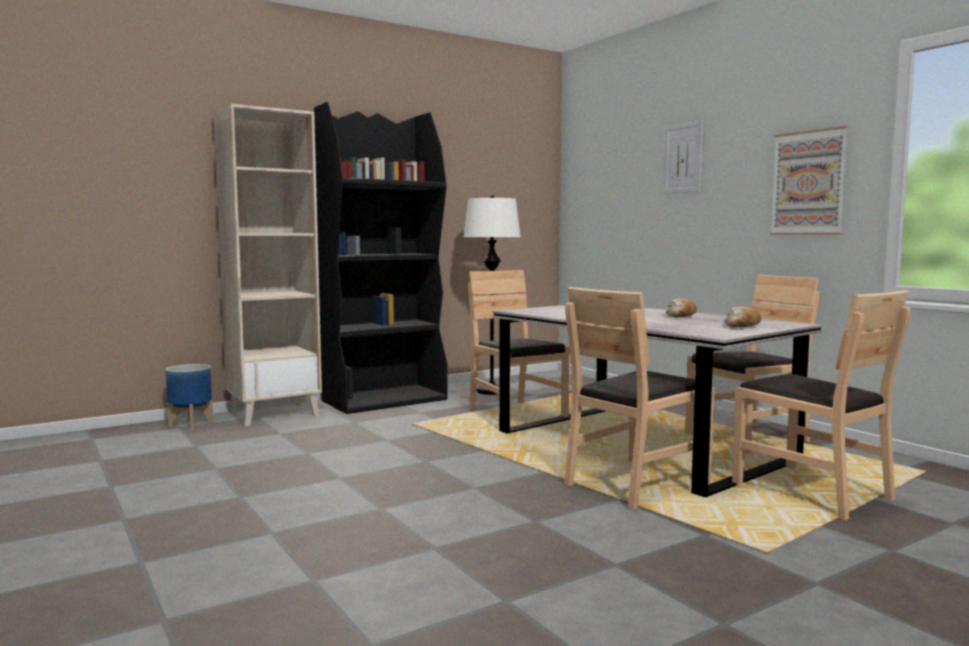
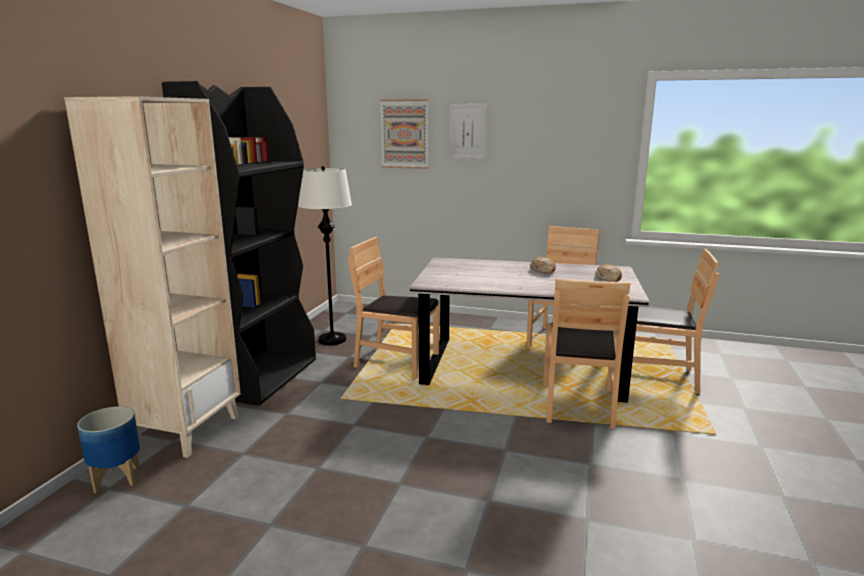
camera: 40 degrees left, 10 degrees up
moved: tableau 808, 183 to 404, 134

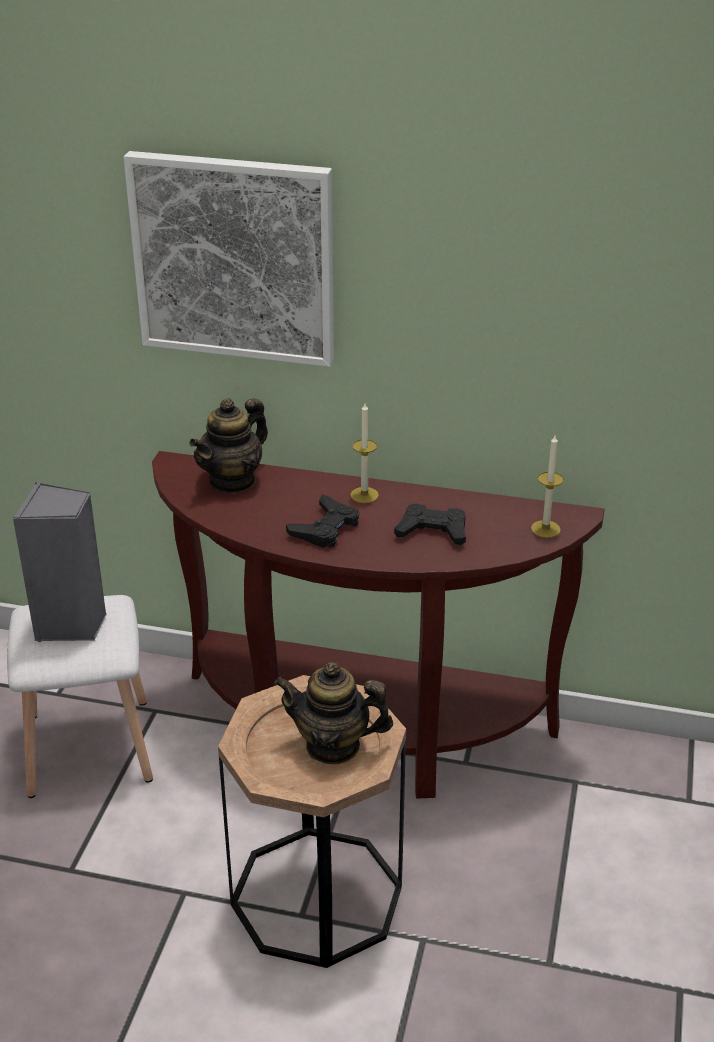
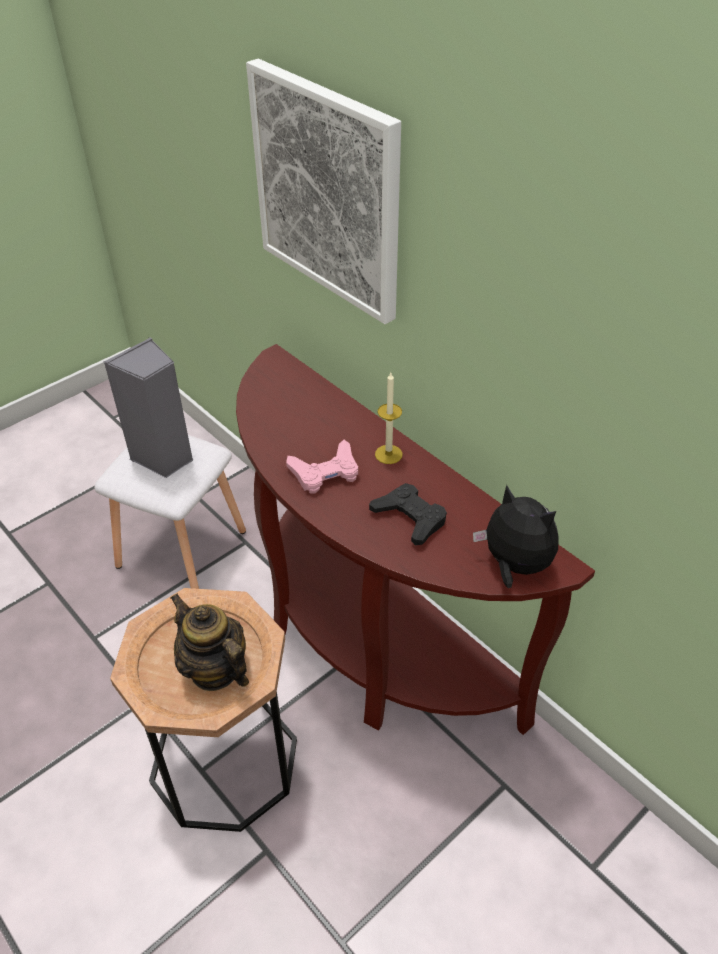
camera: 35 degrees right, 10 degrees up
removed: théière 233, 480
replaced: bougie 545, 529 to peluche 514, 566
recoloured: manette (noir) 325, 528 to manette (rose) 325, 472

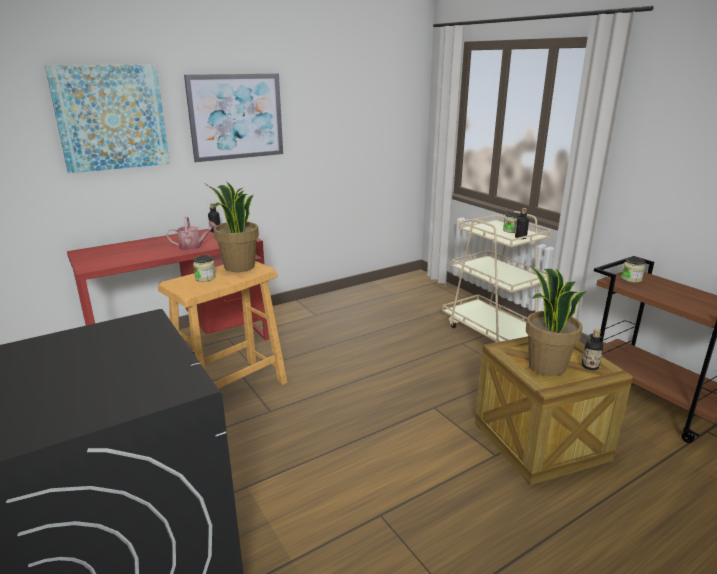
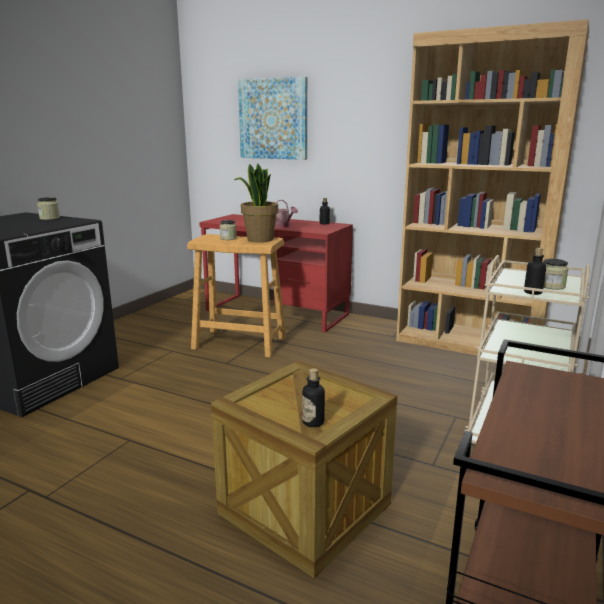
camera: 60 degrees right, 5 degrees down
removed: tableau 236, 117; plante en pot 546, 366
added: bibliothèque (marron) 468, 343
moved: bocal 631, 279 to 49, 218

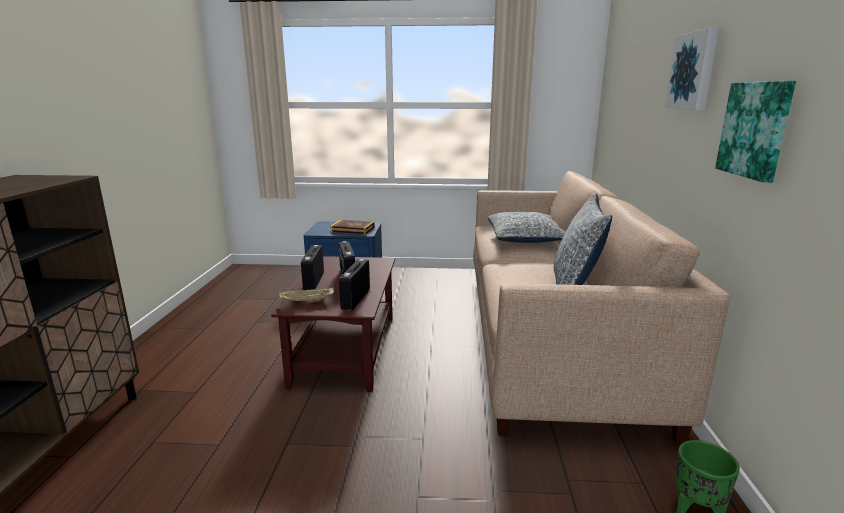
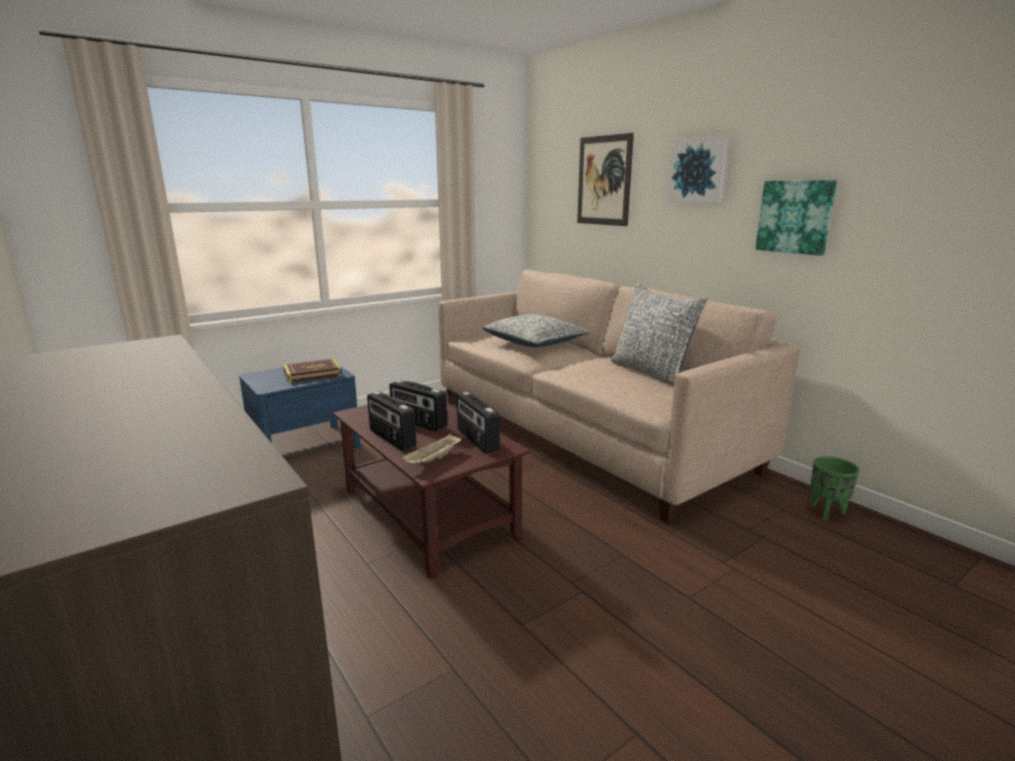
camera: 40 degrees left, 0 degrees up
added: tableau 604, 180

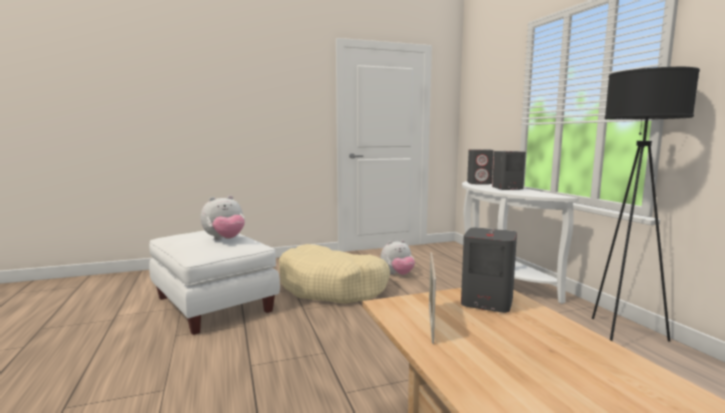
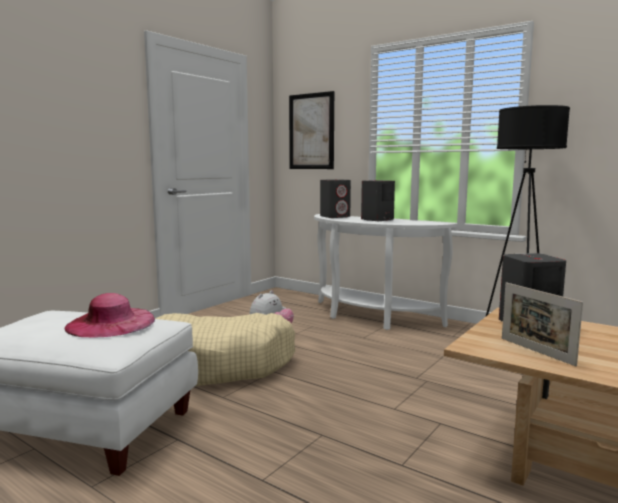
camera: 35 degrees left, 0 degrees up
added: tableau 311, 131
replaced: peluche 225, 240 to chapeau (rose) 110, 323

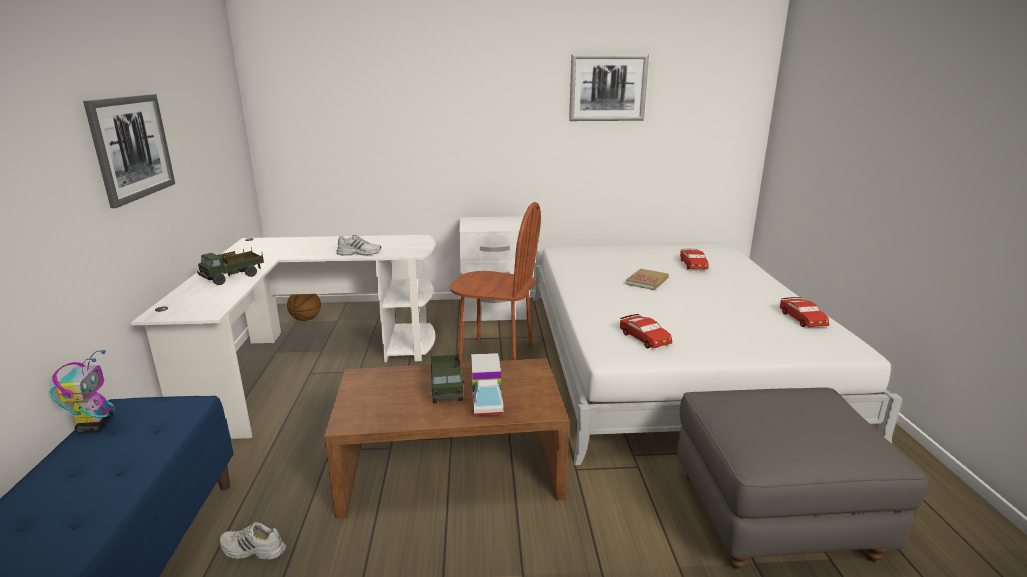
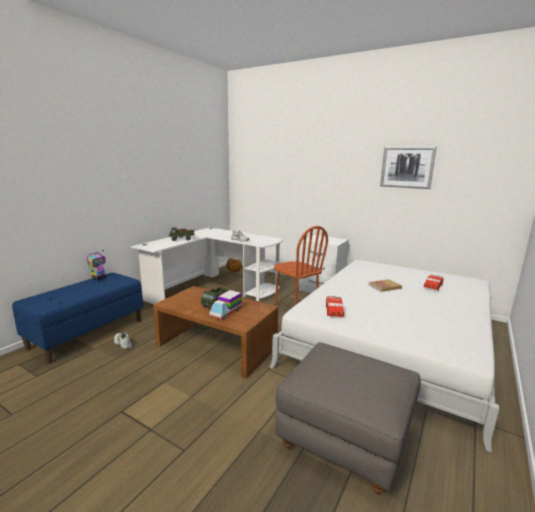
camera: 35 degrees right, 5 degrees down
removed: tableau 132, 147; petite voiture (rouge) 802, 319

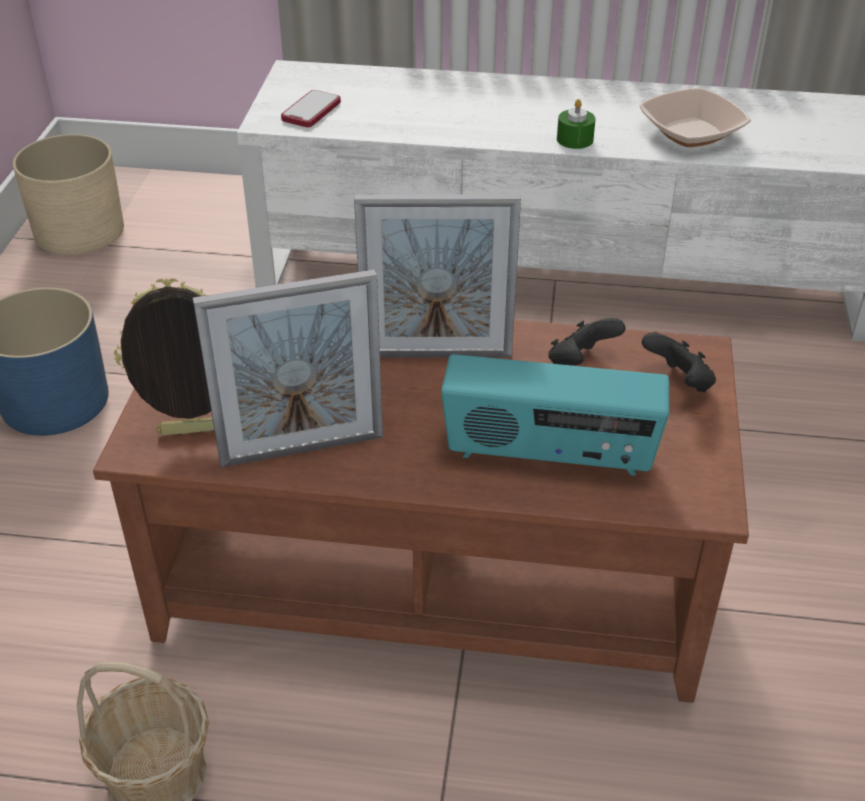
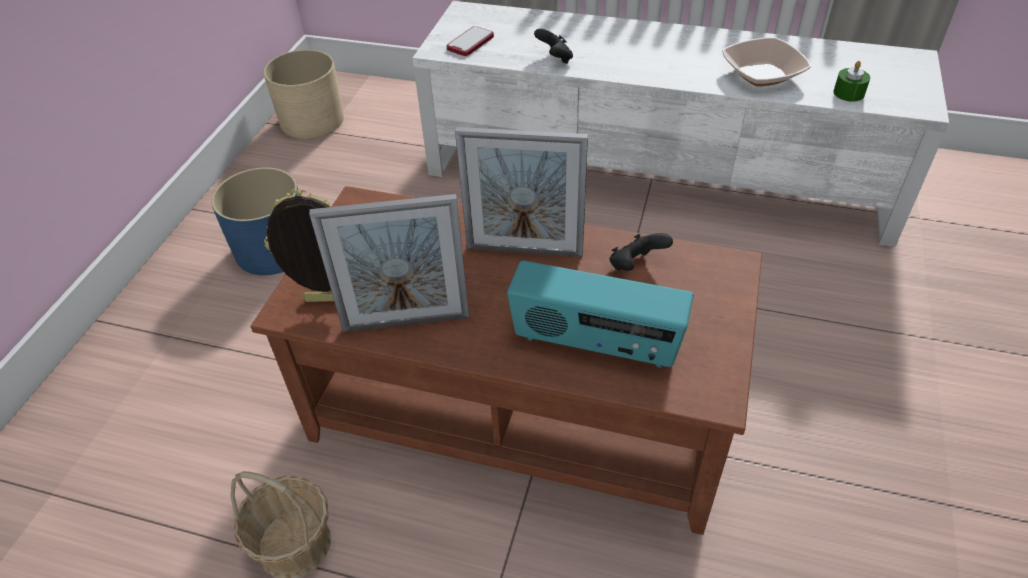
camera: 10 degrees right, 5 degrees up
moved: bougie (vert) 575, 139 to 848, 93; manette (noir) 679, 382 to 555, 59

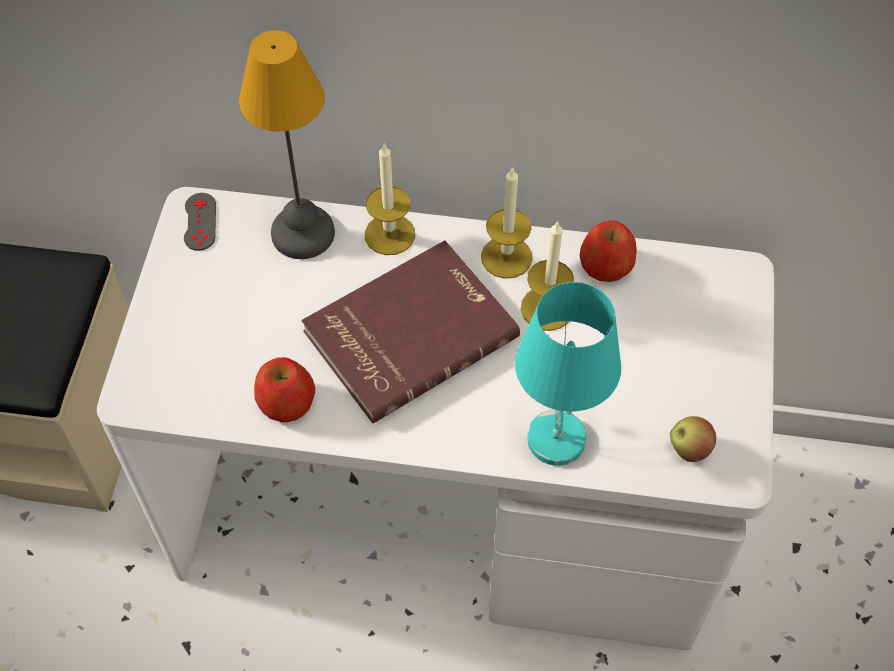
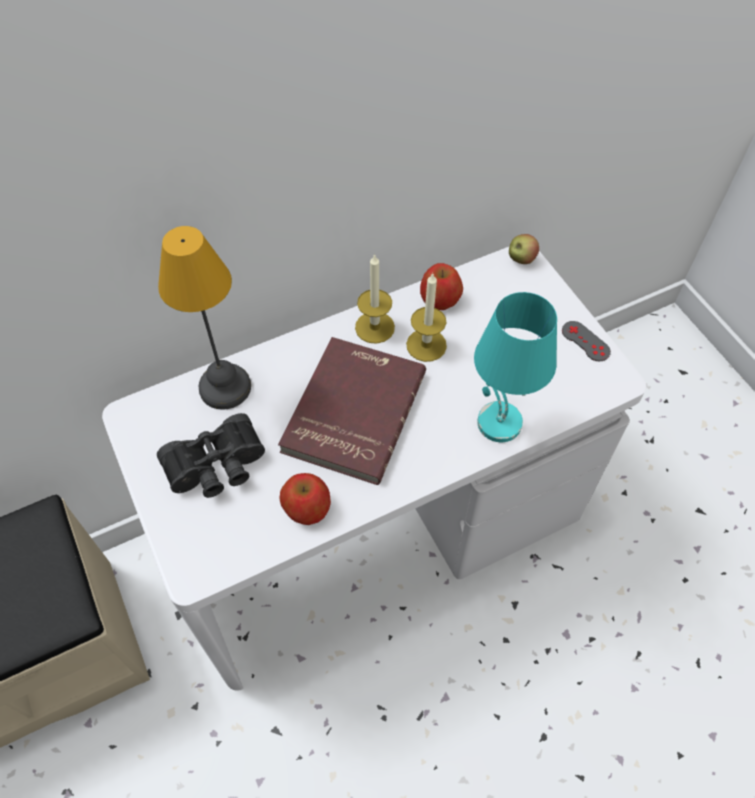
camera: 35 degrees left, 0 degrees up
removed: bougie 389, 234
added: jumelles (noir) 217, 468
moved: manette (gris) 200, 222 to 585, 341; pomme 689, 449 to 521, 259

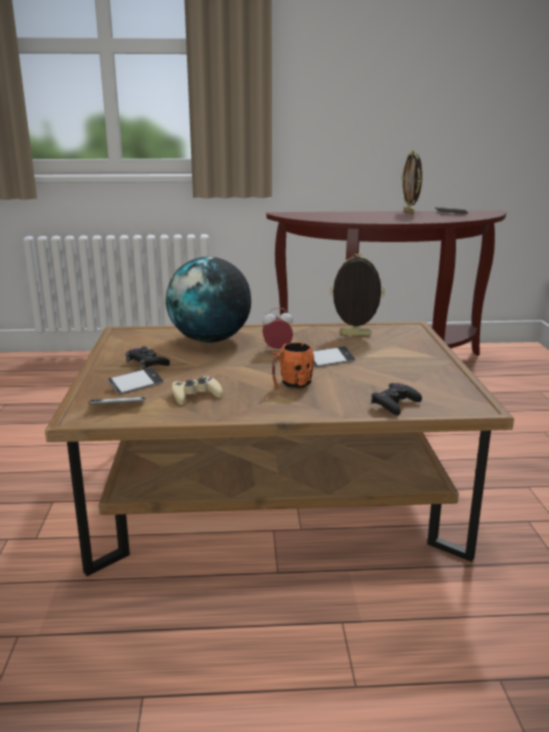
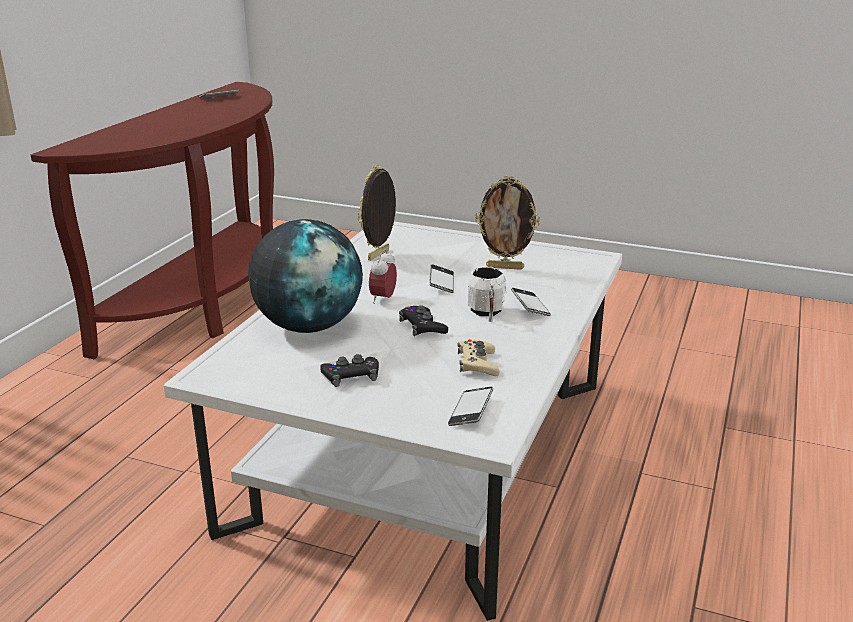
camera: 65 degrees left, 5 degrees up
moved: cadre photo 409, 212 to 505, 267; téléphone 136, 385 to 530, 306; manette (noir) 395, 404 to 422, 327
recoloured: table basse (marron) 274, 495 to table basse (blanc) 426, 453; mug (orange) 291, 384 to mug (blanc) 486, 313

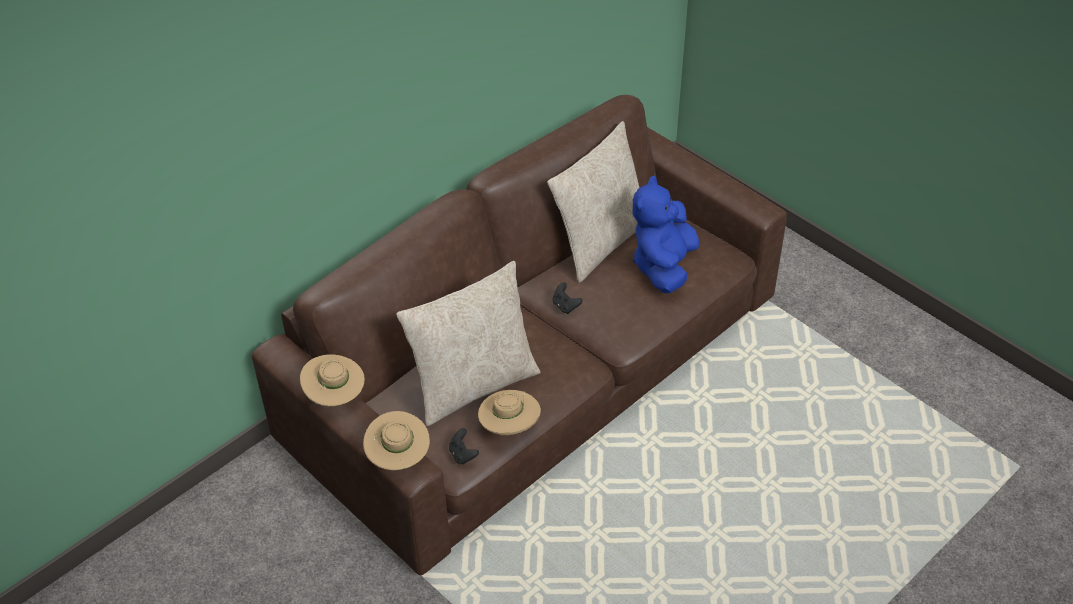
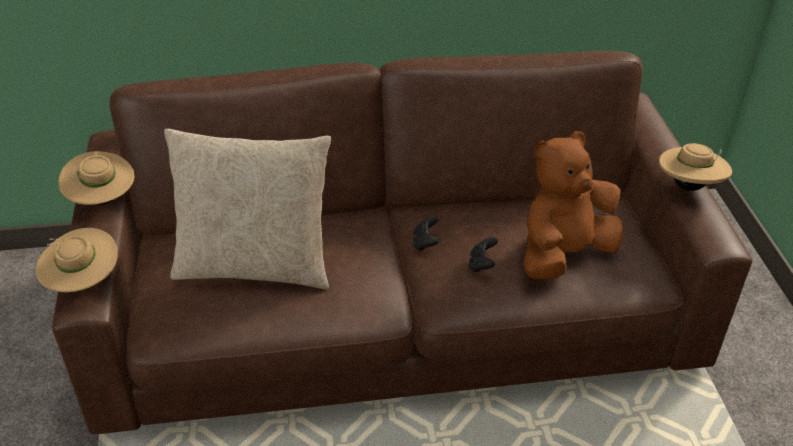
camera: 35 degrees right, 5 degrees down
removed: coussin (beige) 600, 242
moved: chapeau (beige) 509, 427 to 689, 186; manette (noir) 463, 455 to 481, 264
recoloured: peluche (bleu) 663, 266 to peluche (marron) 564, 254

